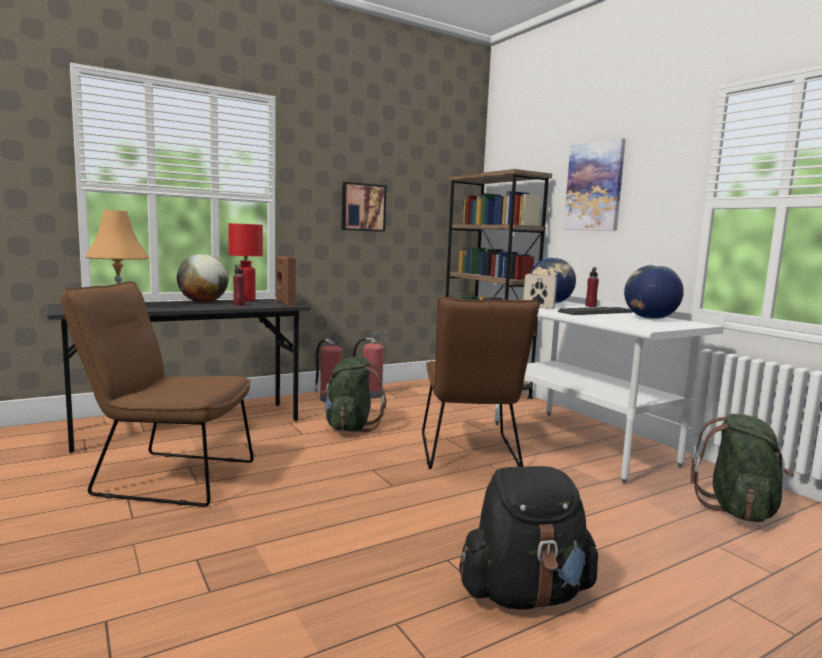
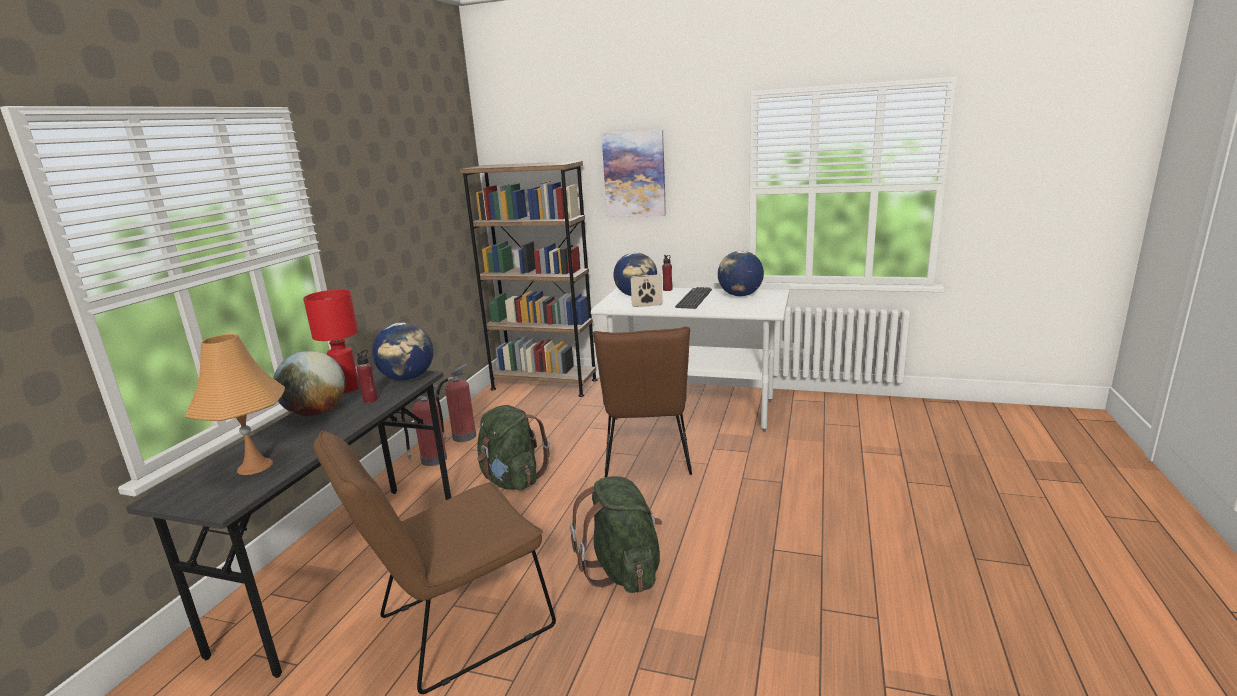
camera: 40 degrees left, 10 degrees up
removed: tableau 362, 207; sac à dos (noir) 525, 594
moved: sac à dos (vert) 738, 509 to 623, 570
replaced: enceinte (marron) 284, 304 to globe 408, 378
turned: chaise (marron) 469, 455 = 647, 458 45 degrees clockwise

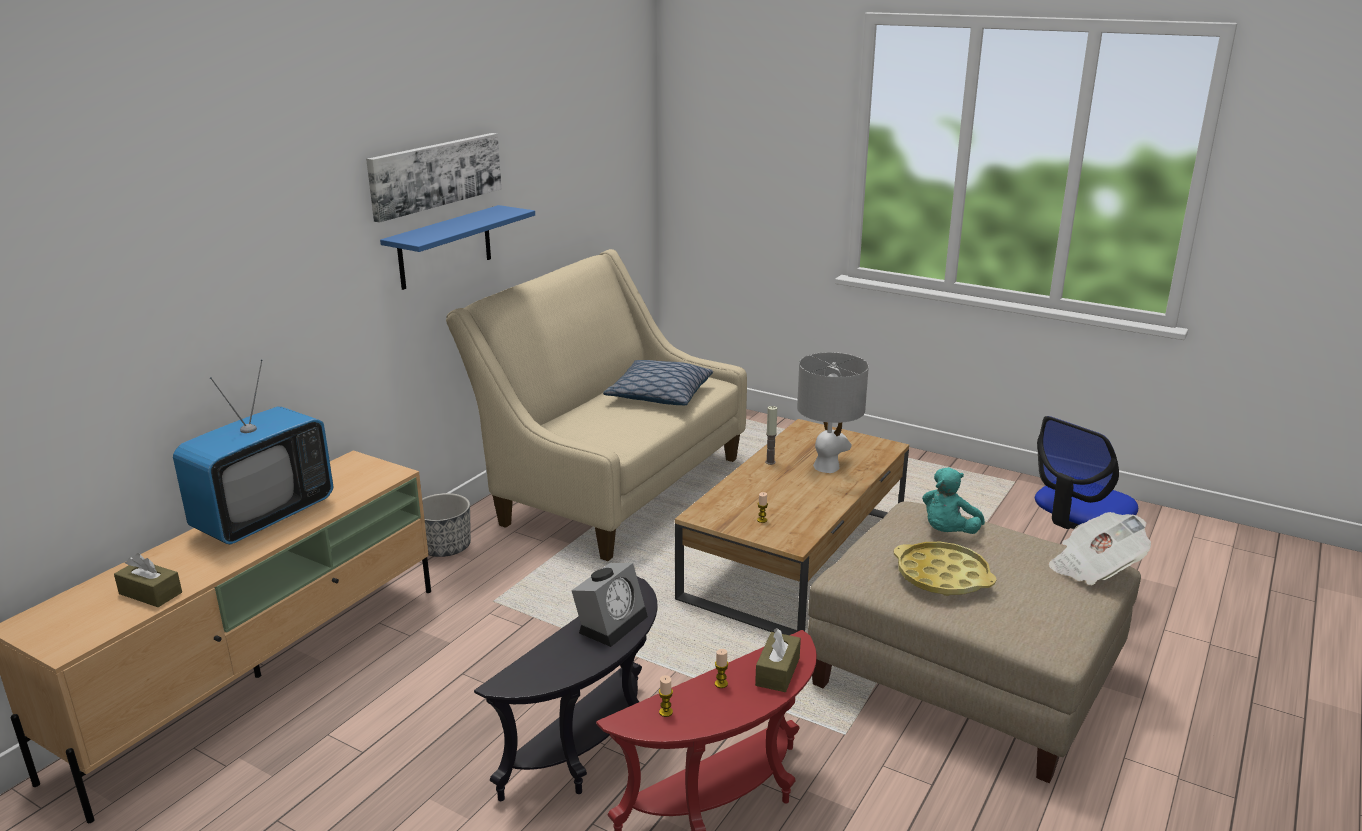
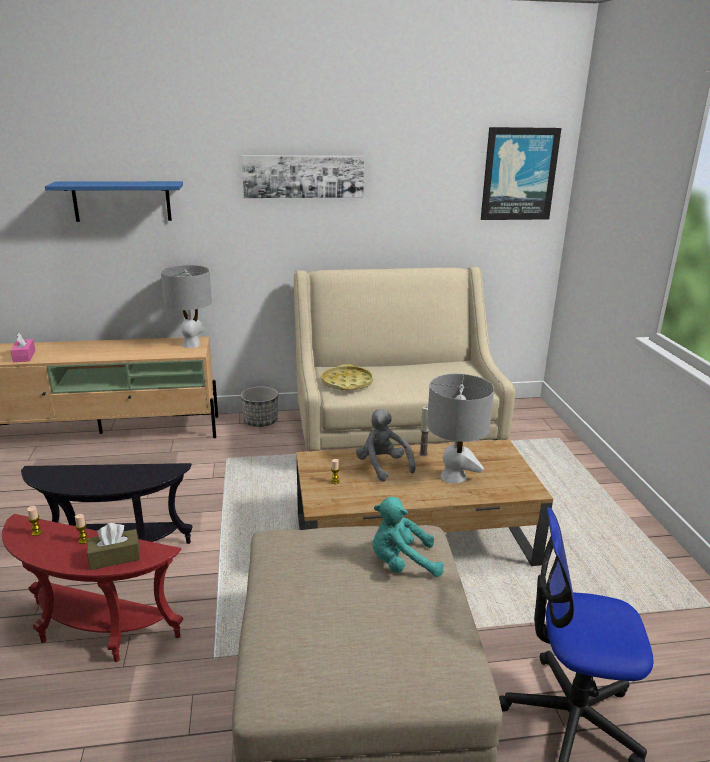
camera: 50 degrees right, 0 degrees up
removed: téléviseur 264, 517; coussin 659, 395; journal 1094, 568; réveil 612, 622
added: tableau 519, 174; lampe de table (gris) 192, 344; peluche (gris) 382, 466
moved: étagère (bleu) 445, 247 to 122, 201; plateau (jaune) 942, 576 to 347, 383
recoloured: boîte à mouchoirs (marron) 150, 593 to boîte à mouchoirs (rose) 24, 356

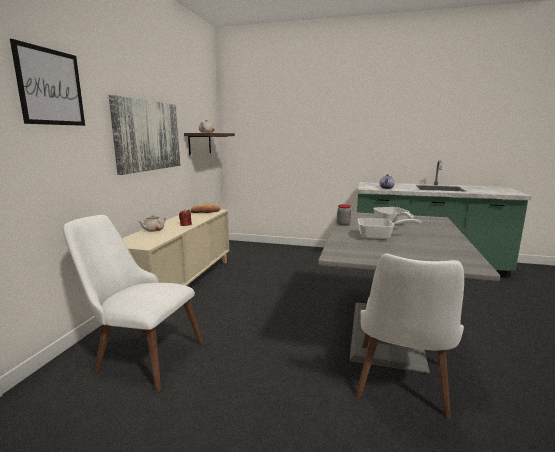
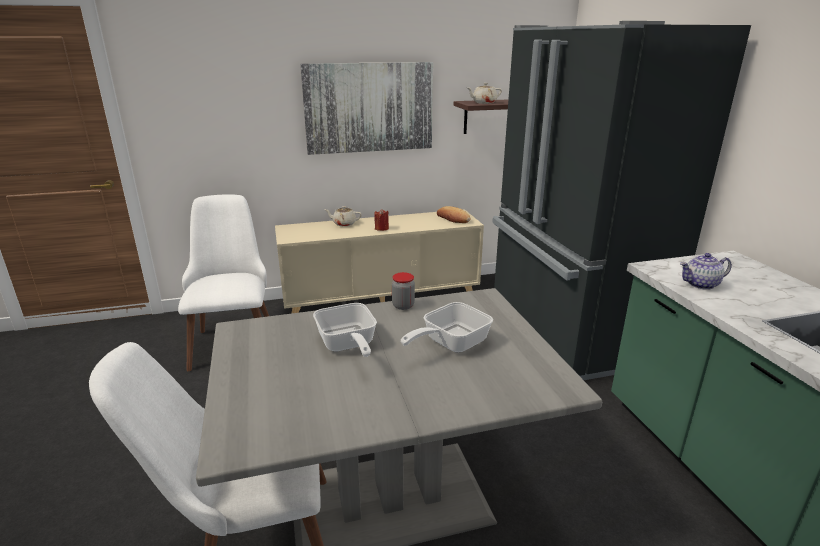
camera: 60 degrees right, 10 degrees up
removed: tableau 51, 87
added: réfrigérateur (noir) 566, 332

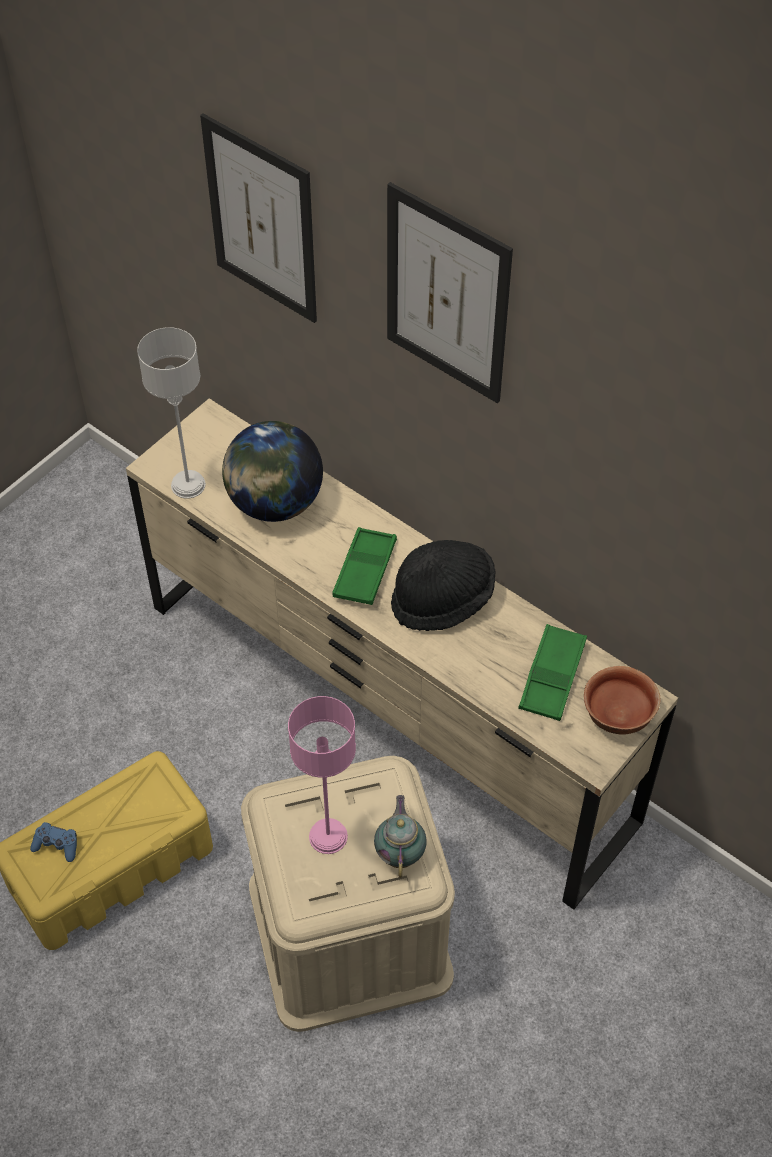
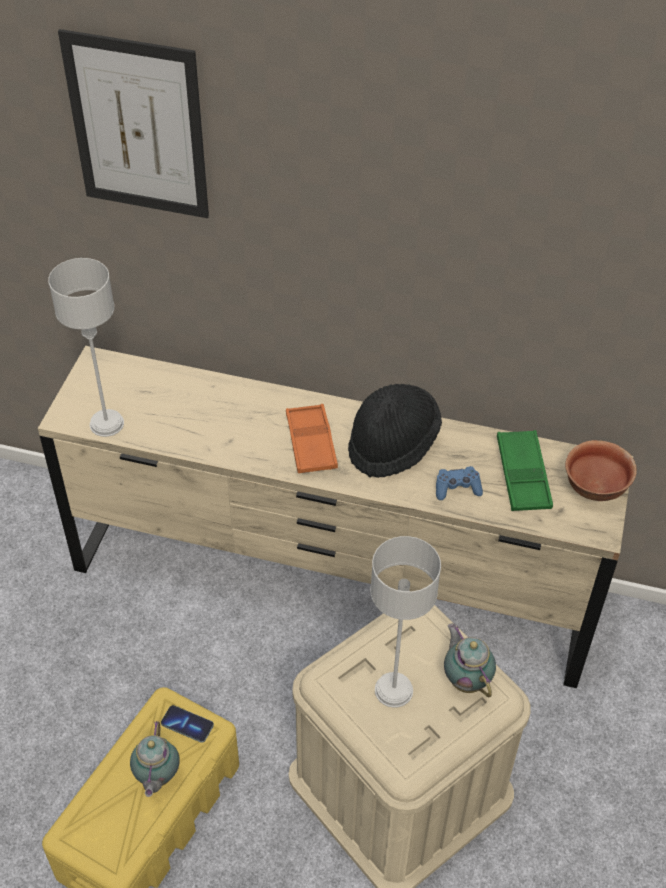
camera: 25 degrees left, 5 degrees down
removed: tableau 447, 295; globe 274, 503
added: téléphone 187, 724; théière 156, 777
moved: manette (bleu) 57, 845 to 457, 488
recoloured: plateau (vert) 365, 570 to plateau (orange) 311, 443; lampe de table (rose) 327, 836 to lampe de table (gris) 393, 690

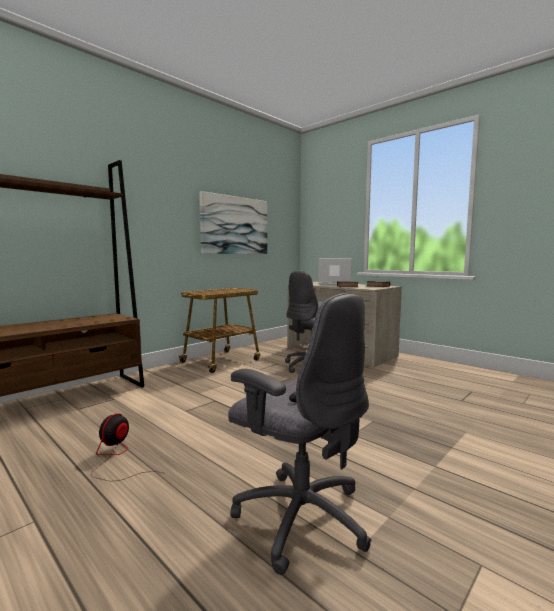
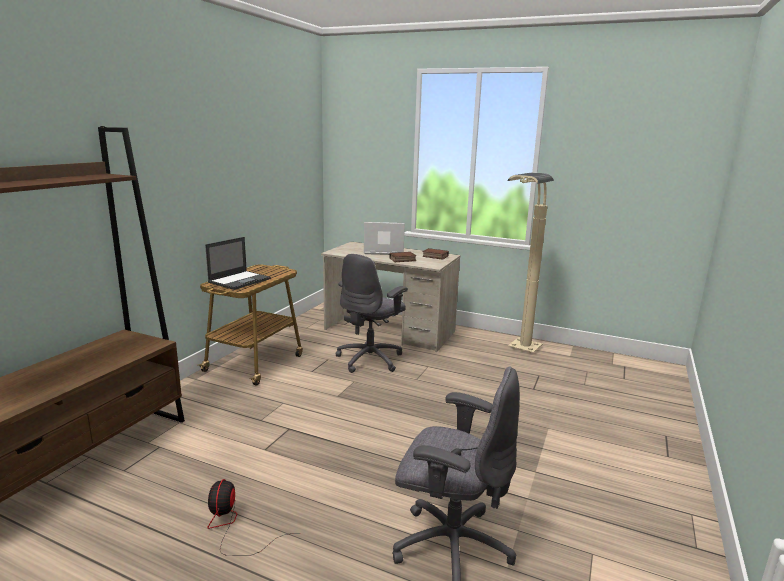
camera: 20 degrees left, 10 degrees up
removed: tableau 235, 225
added: lampadaire (beige) 518, 354; ordinateur portable 240, 280

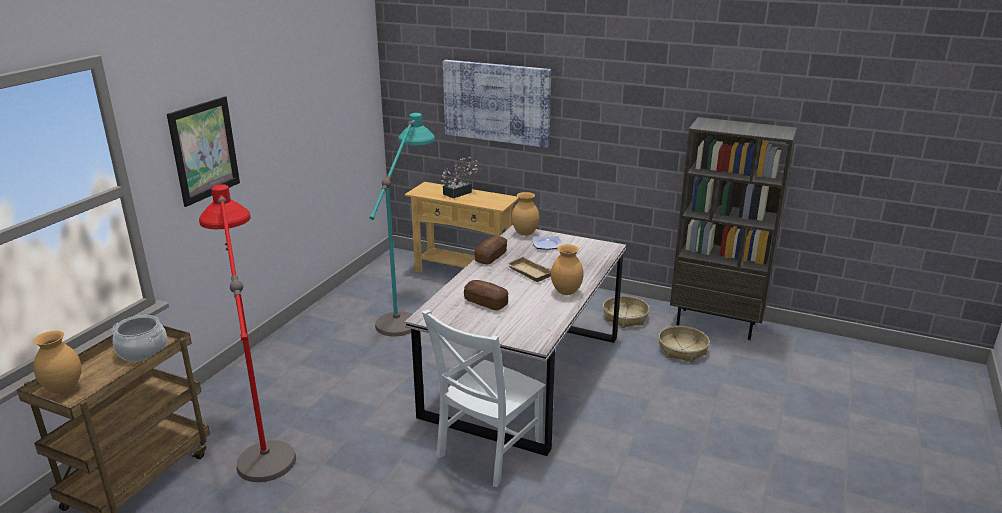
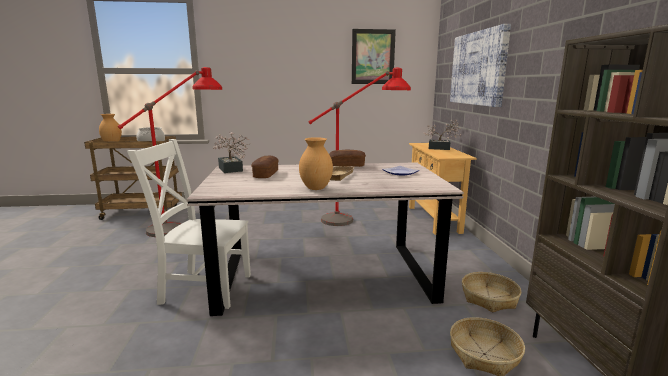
camera: 60 degrees right, 10 degrees down
removed: vase (marron) 525, 233
added: plante en pot 231, 170
moved: tableau 204, 150 to 373, 57
recoloured: lampadaire (turquoise) 408, 310 to lampadaire (rouge) 359, 218

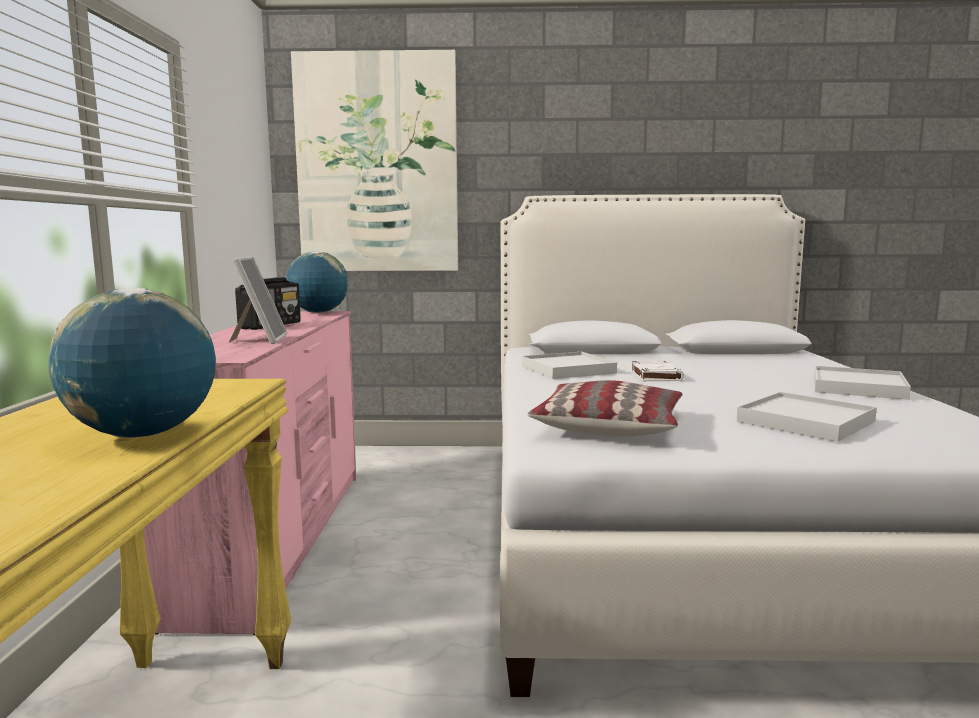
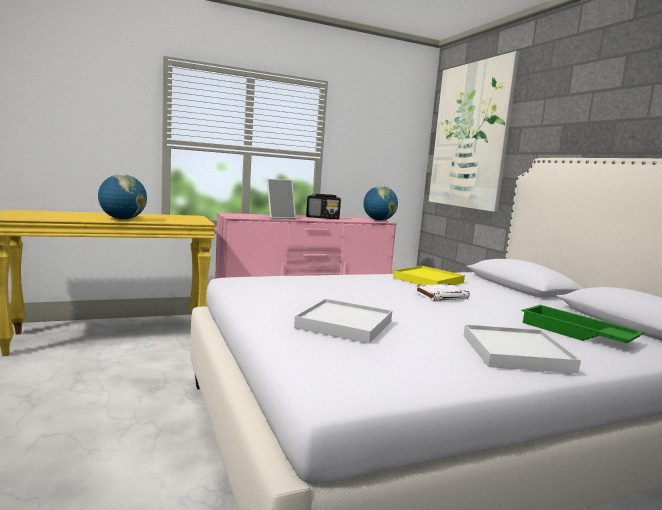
camera: 65 degrees right, 0 degrees up
removed: coussin 609, 425
added: plateau (vert) 575, 333
recoloured: plateau (blanc) 567, 370 to plateau (jaune) 428, 280

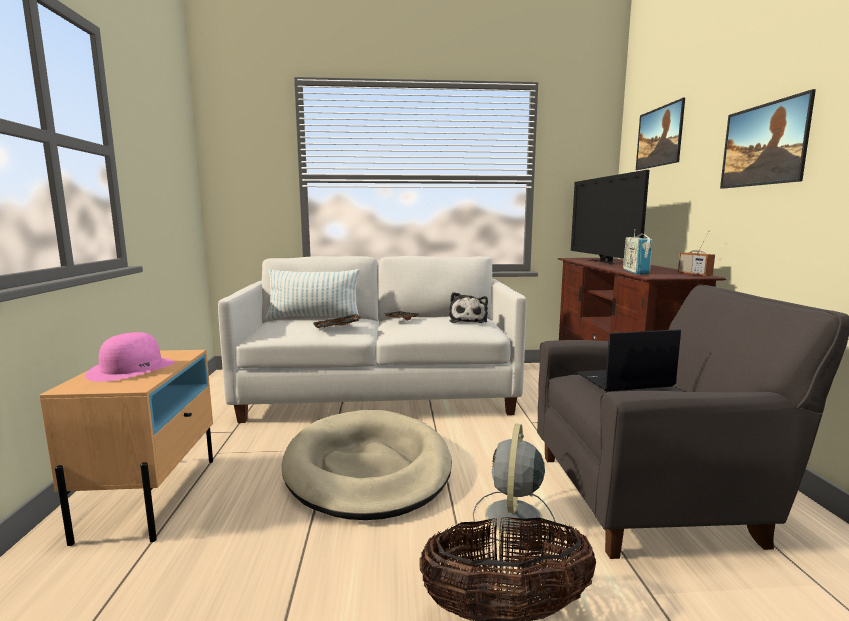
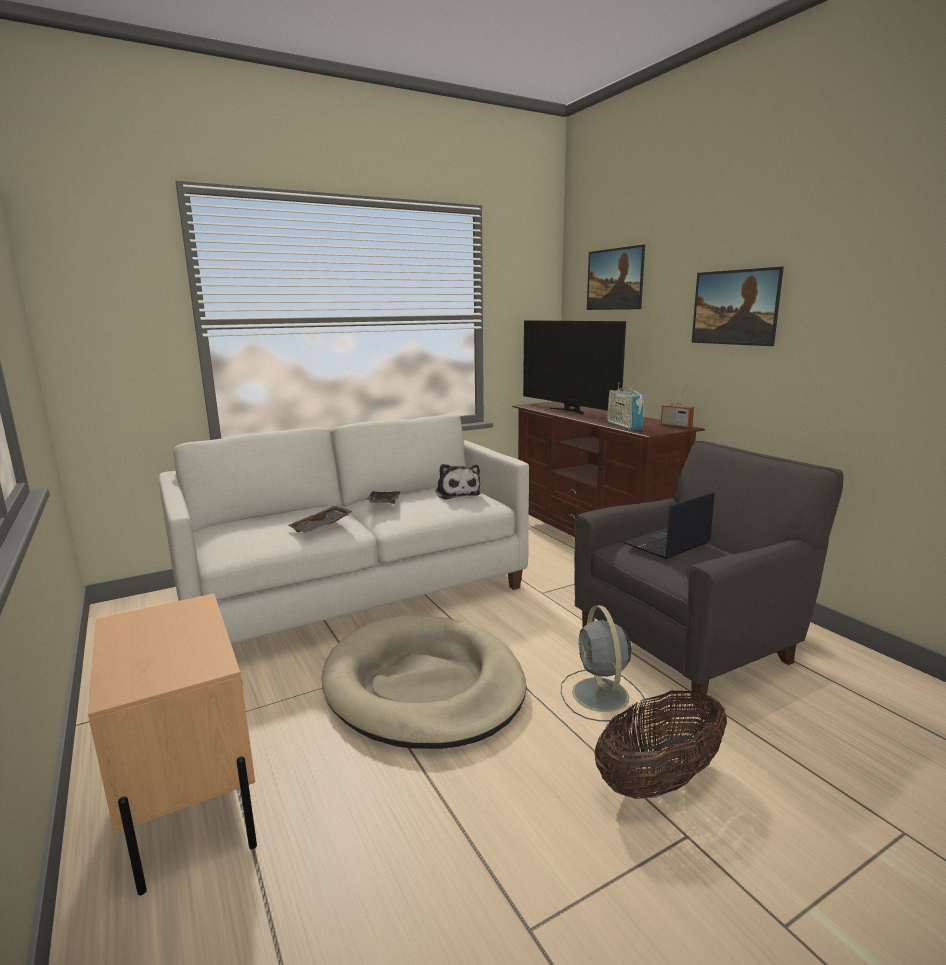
camera: 25 degrees left, 5 degrees up
removed: coussin 314, 318; chapeau (rose) 132, 368

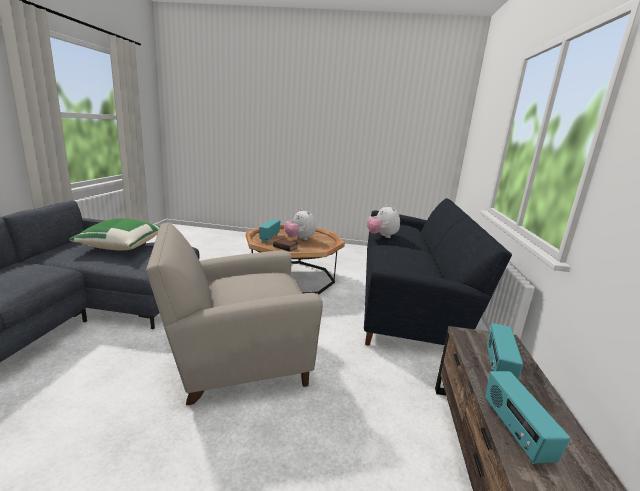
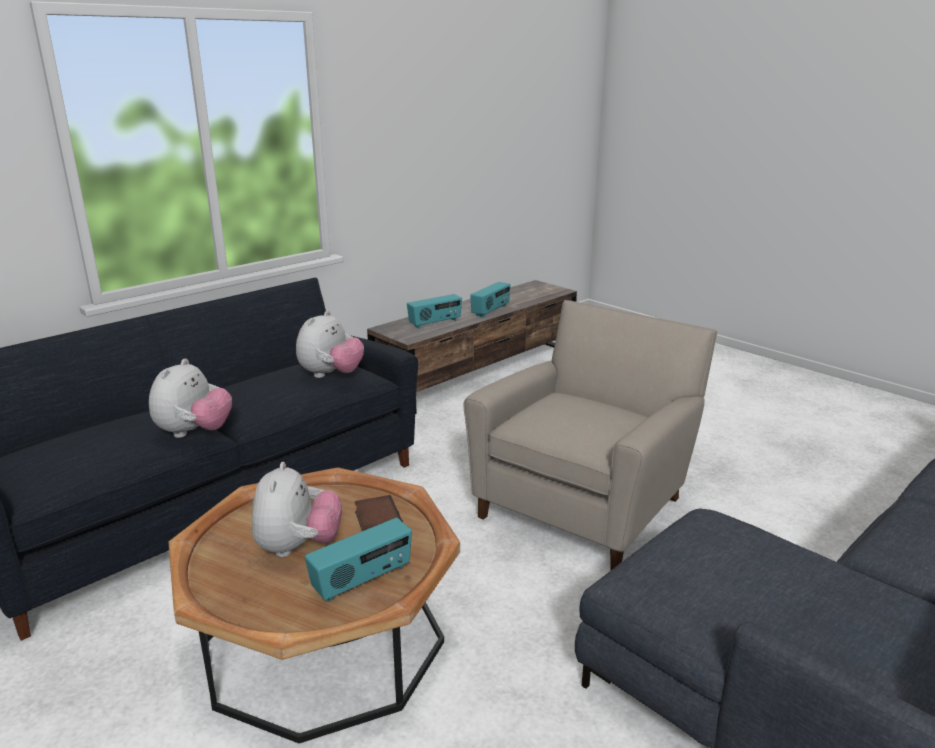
camera: 140 degrees left, 5 degrees up
removed: coussin (vert) 122, 246
added: peluche 331, 375
turned: fauteuil (beige) 234, 360 = 586, 502 75 degrees counterclockwise

